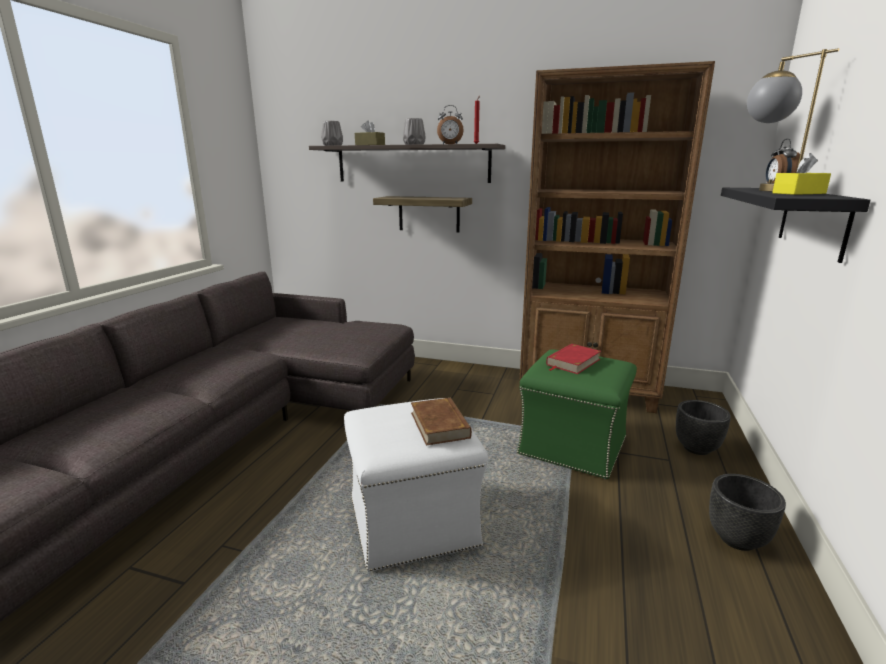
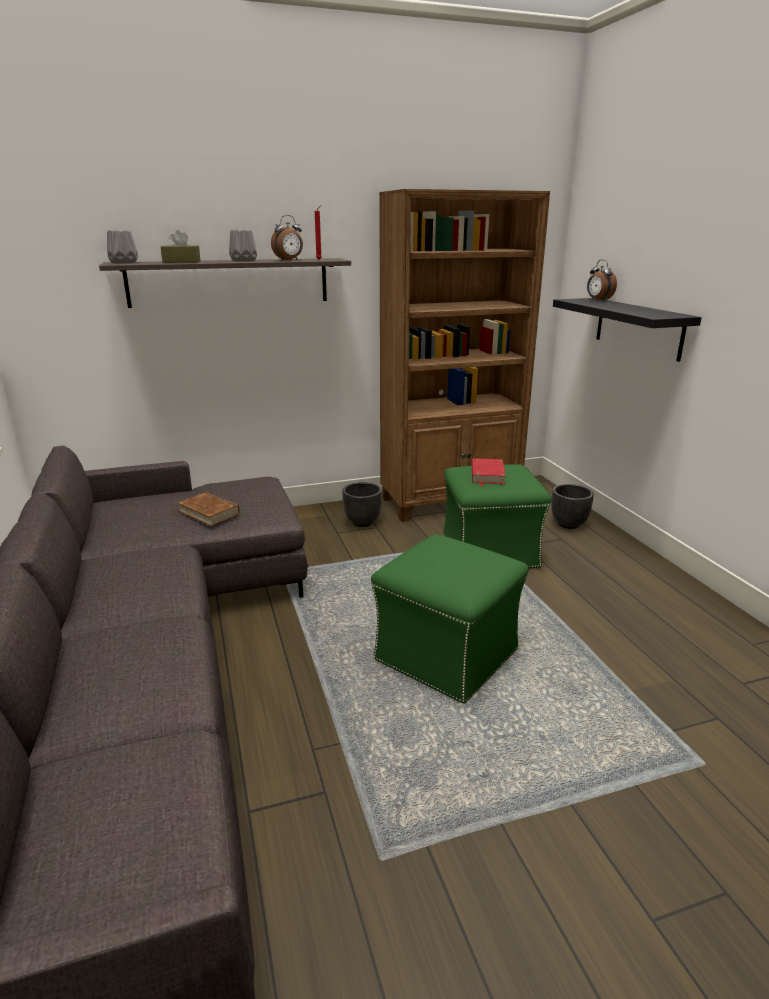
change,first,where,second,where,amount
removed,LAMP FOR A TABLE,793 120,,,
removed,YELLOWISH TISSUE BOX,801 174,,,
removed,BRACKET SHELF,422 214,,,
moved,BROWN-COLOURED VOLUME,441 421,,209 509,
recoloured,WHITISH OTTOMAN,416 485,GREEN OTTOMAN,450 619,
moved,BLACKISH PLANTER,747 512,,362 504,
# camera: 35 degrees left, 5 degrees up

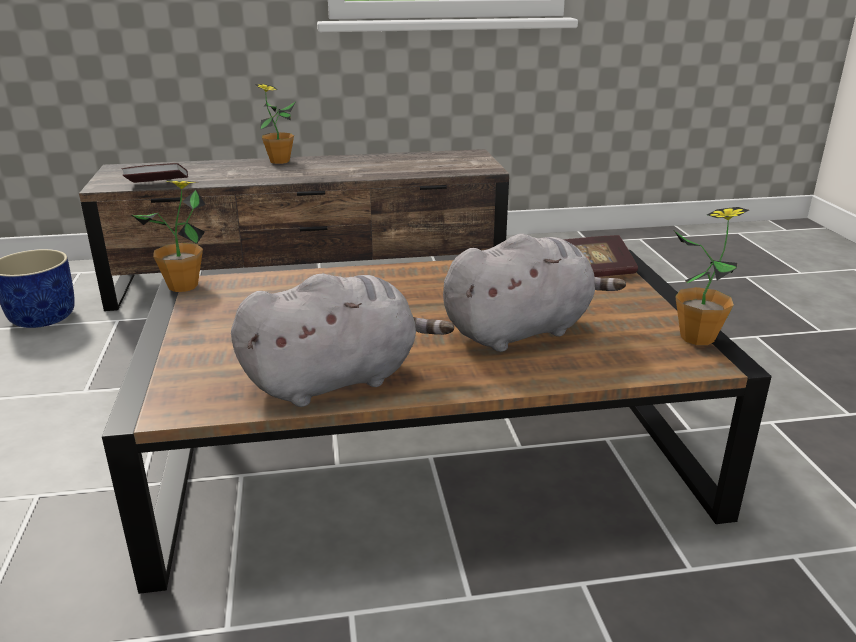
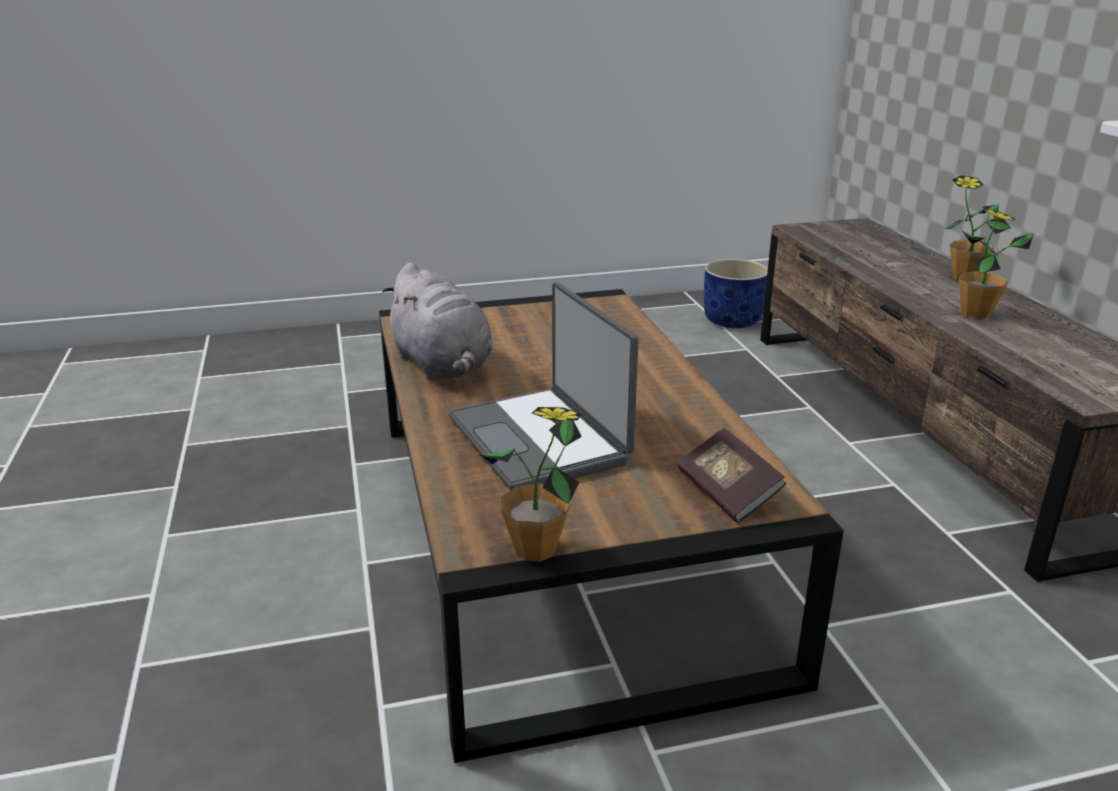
change,first,where,second,where,amount
removed,VOLUME,154 173,,,
moved,POTTED PLANT,169 236,,996 263,
replaced,GRAY PLUSH TOY,534 293,LAPTOP,544 386,
# camera: 85 degrees right, 0 degrees up

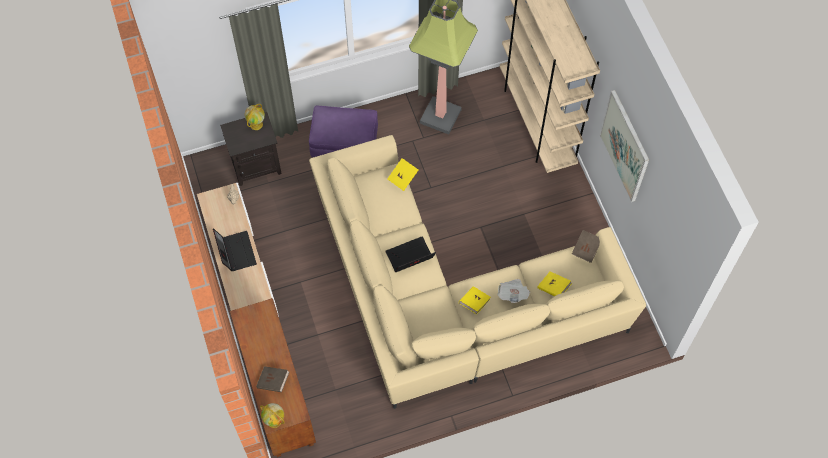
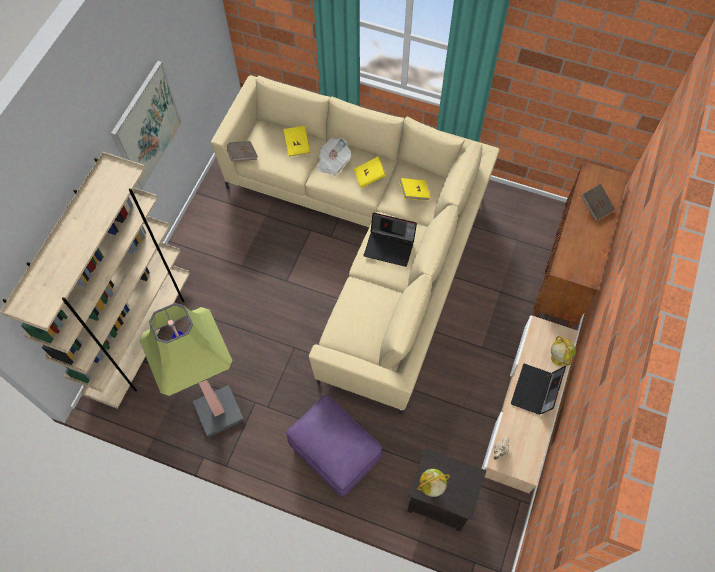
change,first,where,second,where,amount
moved,YELLOWISH VOLUME,402 174,,415 189,
moved,WORLD GLOBE,272 415,,563 351,
# camera: 140 degrees left, 0 degrees up

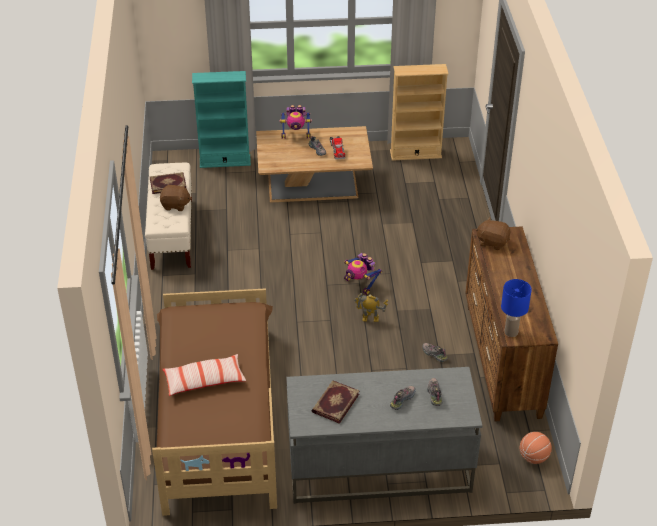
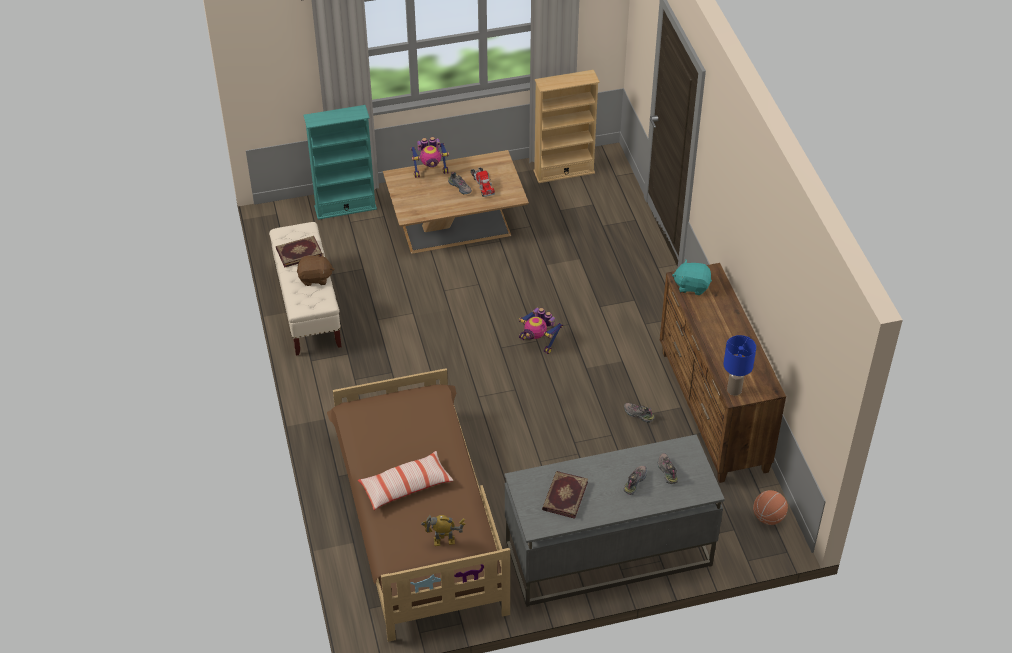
change,first,where,second,where,amount
recoloured,BROWN-COLOURED PLUSH TOY,492 233,TURQUOISE-COLOURED PLUSH TOY,692 277,
moved,MODEL ROBOT,371 307,,443 530,
# camera: 10 degrees left, 5 degrees up

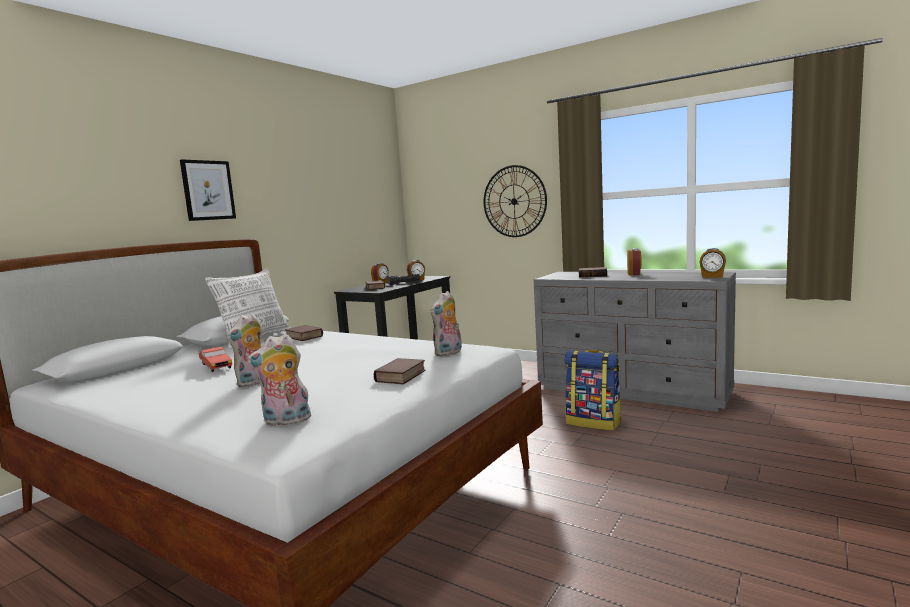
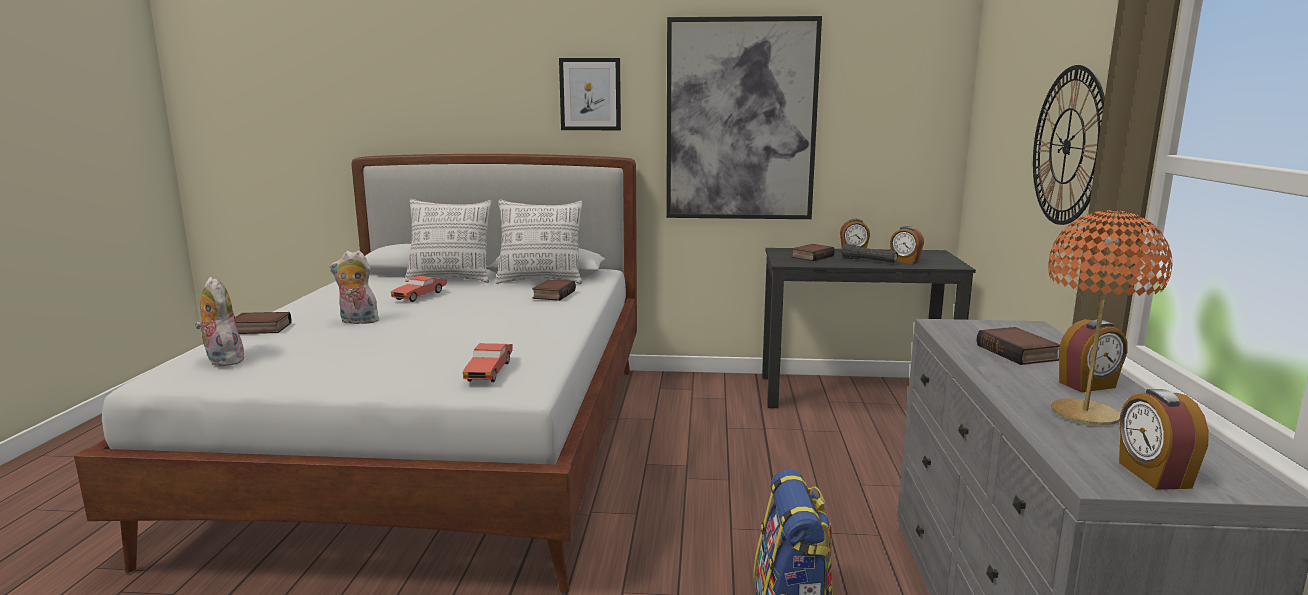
change,first,where,second,where,amount
replaced,PLUSH TOY,446 323,RED MINIATURE CAR,488 362,
moved,VOLUME,400 371,,263 323,
added,,,WALL ART,744 117,
added,,,THROW PILLOW,448 241,
added,,,ORANGE-COLOURED LAMP FOR A TABLE,1110 317,
# camera: 60 degrees right, 5 degrees up

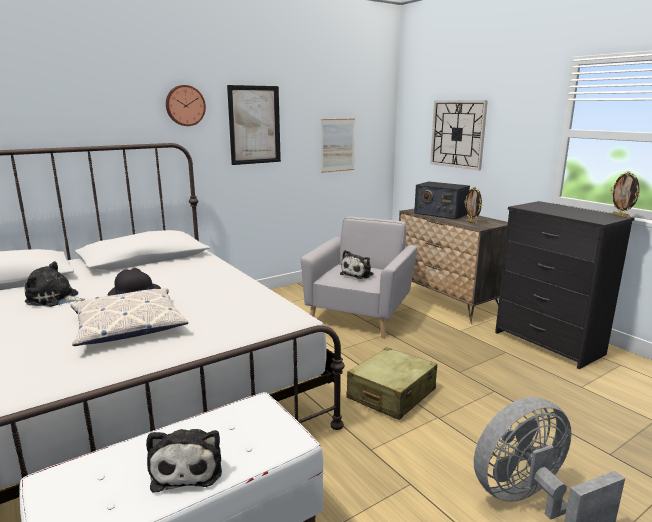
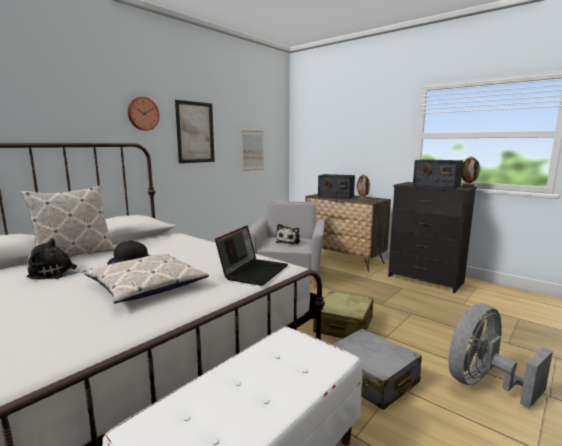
change,first,where,second,where,amount
removed,HANGING CLOCK,459 135,,,
removed,PLUSH TOY,184 461,,,
added,,,RADIO,438 174,
added,,,THROW PILLOW,67 221,
added,,,LAPTOP,251 256,
added,,,GRAY TRAVEL CASE,377 369,
# camera: 15 degrees left, 5 degrees down

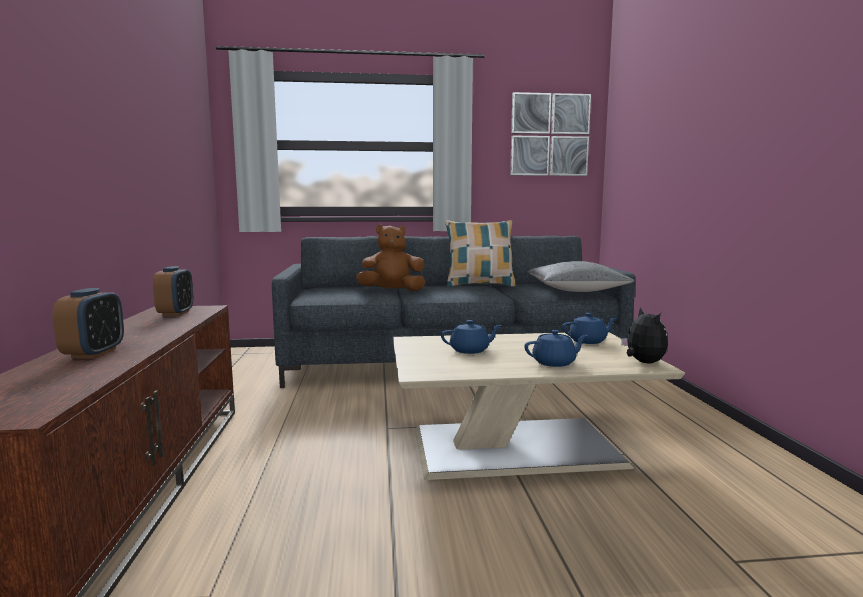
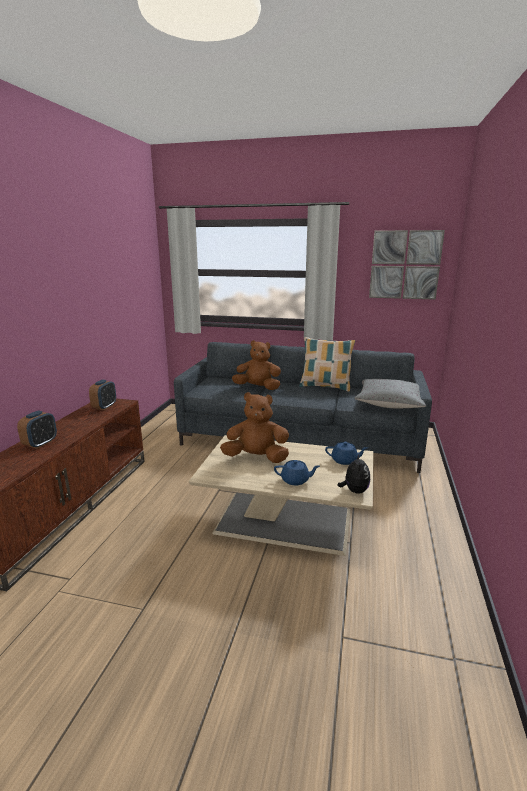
change,first,where,second,where,amount
replaced,BLUE-COLOURED TEAPOT,471 337,BROWN-COLOURED PLUSH TOY,254 427,
# camera: 20 degrees right, 10 degrees up

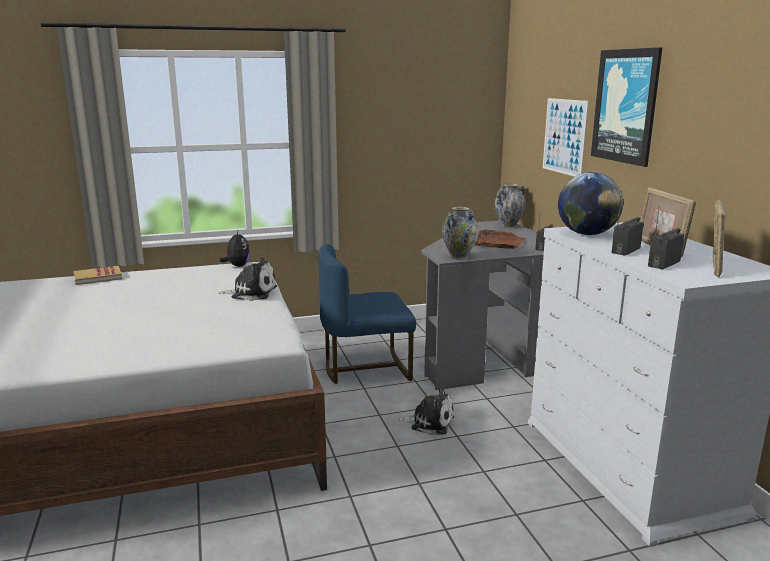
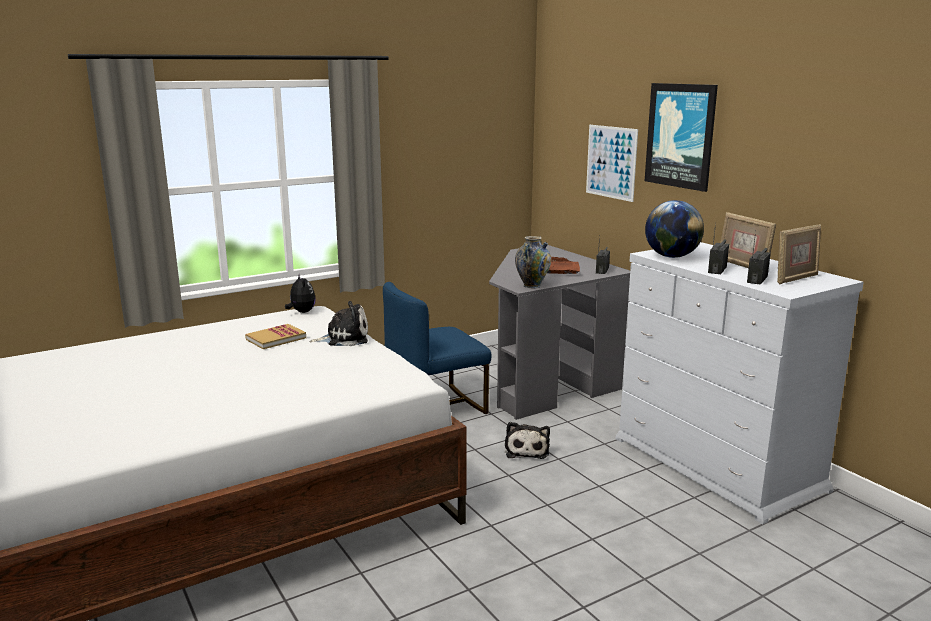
change,first,where,second,where,amount
removed,VASE,510 206,,,
turned,STANDING FRAME,719 238,,799 254,45 degrees clockwise
moved,VOLUME,98 275,,275 336,
turned,PLUSH TOY,426 411,,527 440,90 degrees clockwise
# camera: 15 degrees left, 0 degrees up

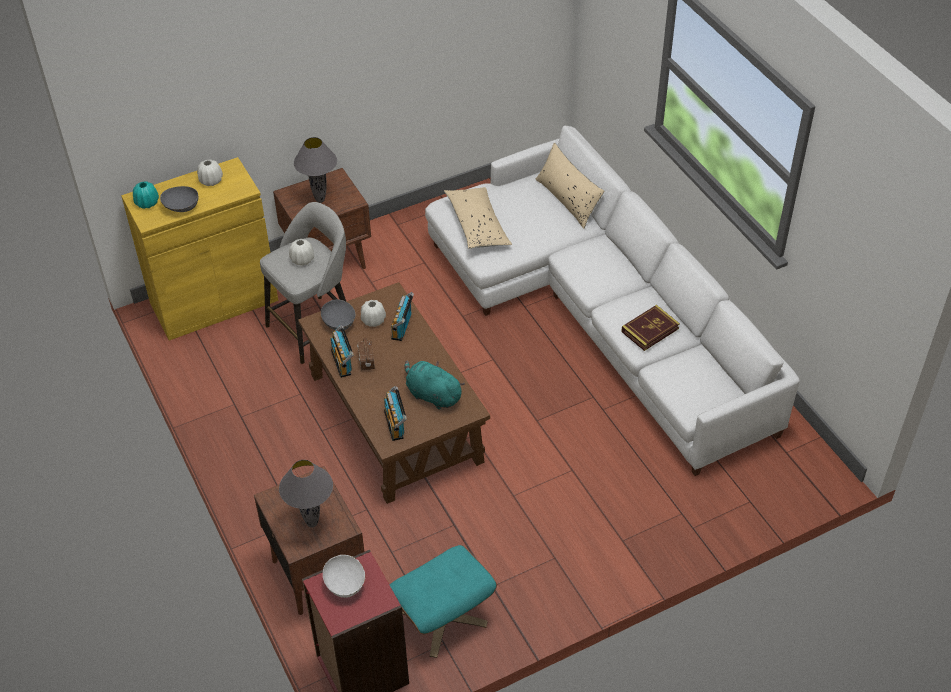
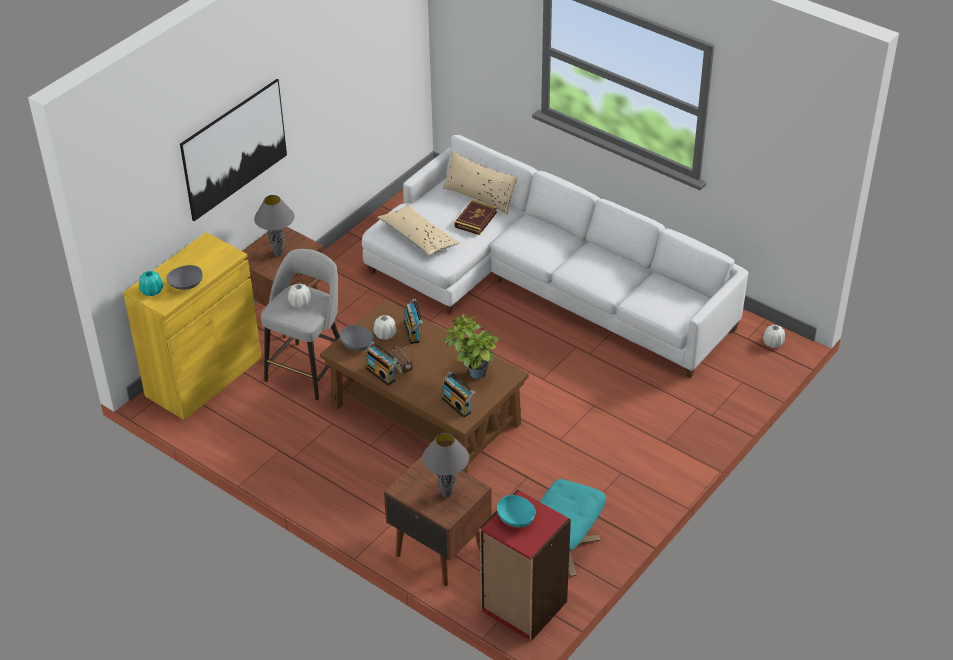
change,first,where,second,where,amount
moved,WHITISH VASE,210 173,,774 336,
moved,VOLUME,650 328,,476 217,
replaced,TURQUOISE-COLOURED PLUSH TOY,435 385,POTTED PLANT,471 346,
recoloured,WHITISH SERVING BOWL,344 576,TURQUOISE-COLOURED SERVING BOWL,516 511,
added,,,WALL ART,233 150,
# camera: 25 degrees left, 5 degrees down

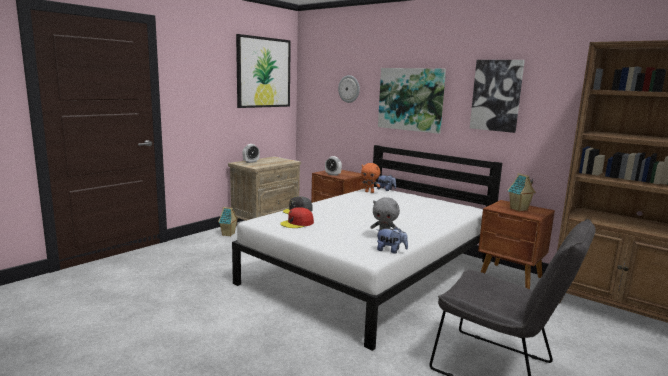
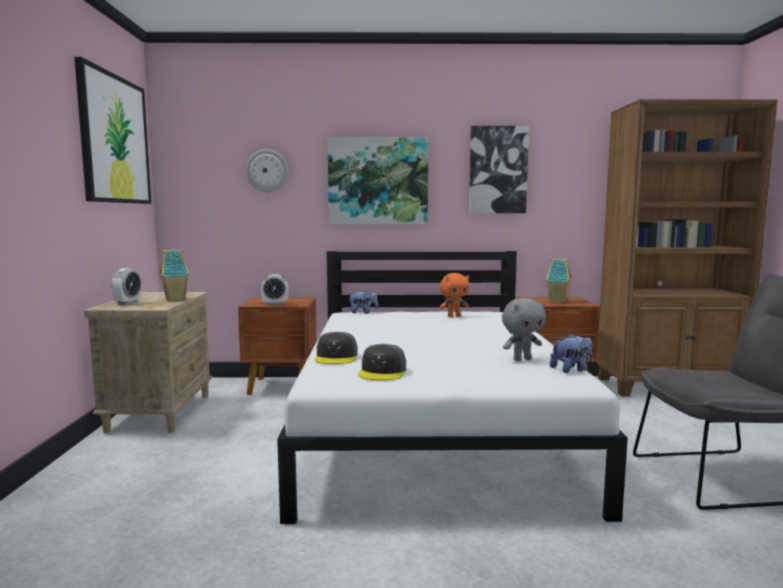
change,first,where,second,where,amount
moved,ORANGE-COLOURED PLUSH TOY,370 178,,454 295,
moved,MINIATURE HOUSE,228 222,,174 275,
recoloured,RED CAP,297 217,GRAY CAP,382 362,
# camera: 40 degrees left, 5 degrees down

